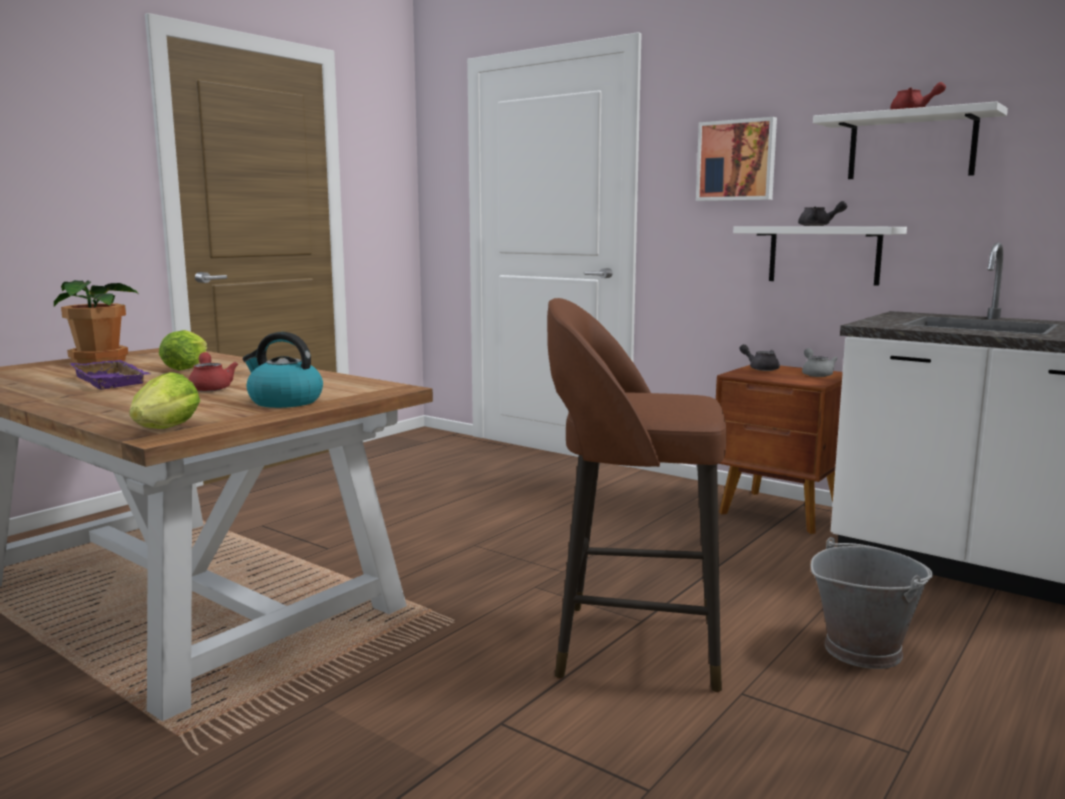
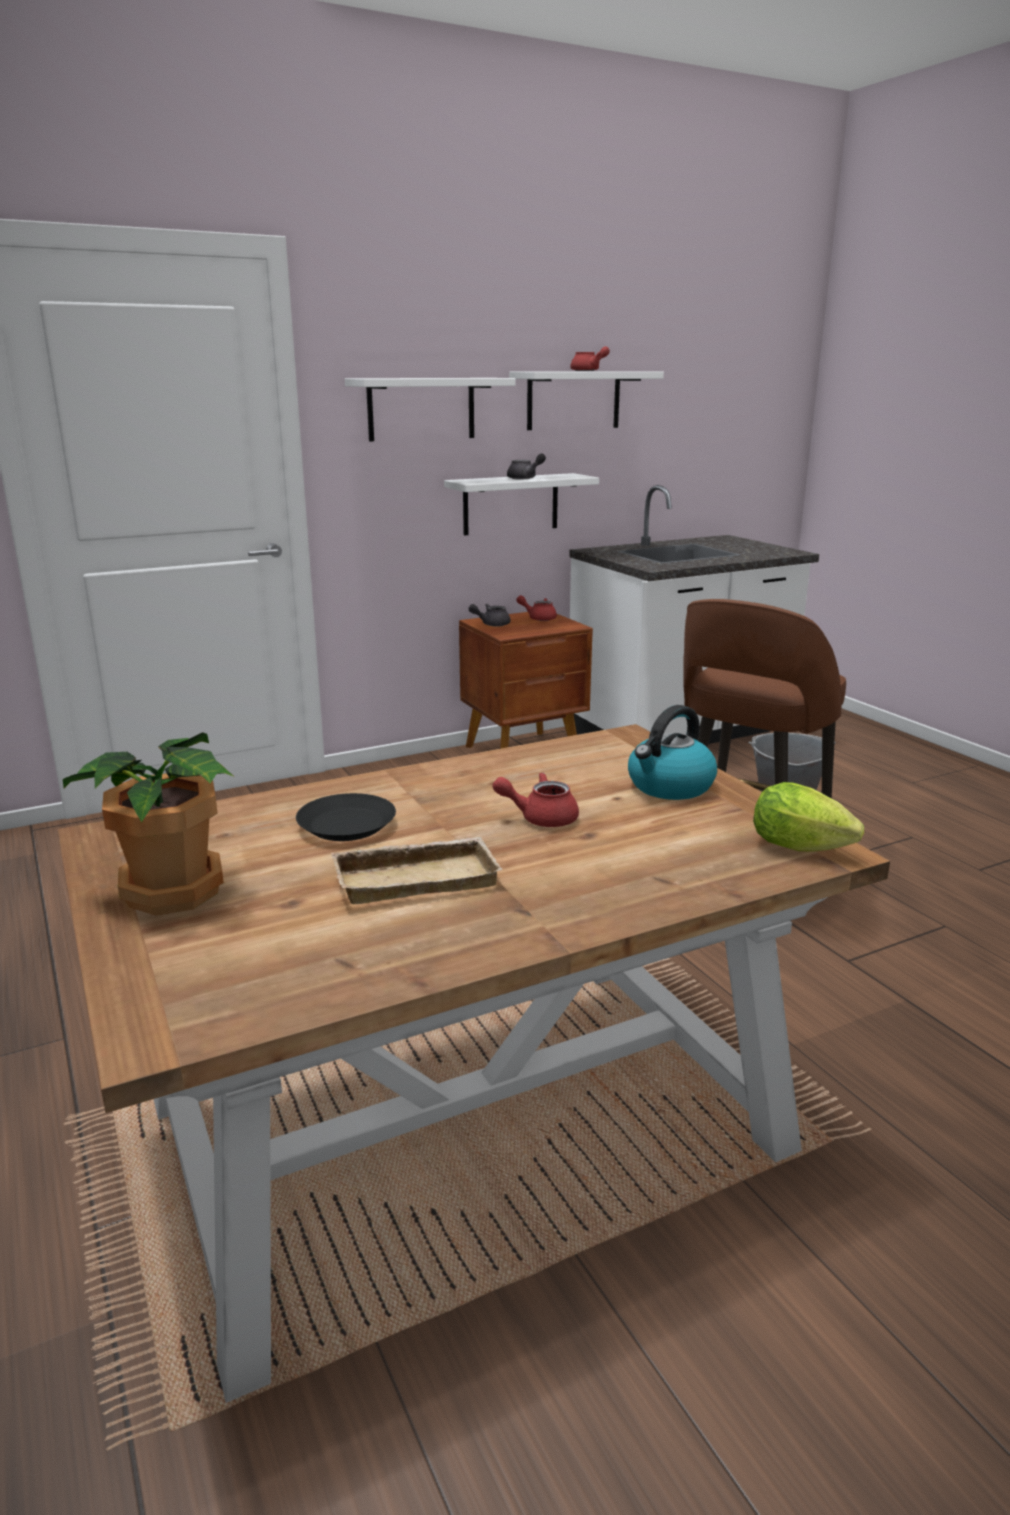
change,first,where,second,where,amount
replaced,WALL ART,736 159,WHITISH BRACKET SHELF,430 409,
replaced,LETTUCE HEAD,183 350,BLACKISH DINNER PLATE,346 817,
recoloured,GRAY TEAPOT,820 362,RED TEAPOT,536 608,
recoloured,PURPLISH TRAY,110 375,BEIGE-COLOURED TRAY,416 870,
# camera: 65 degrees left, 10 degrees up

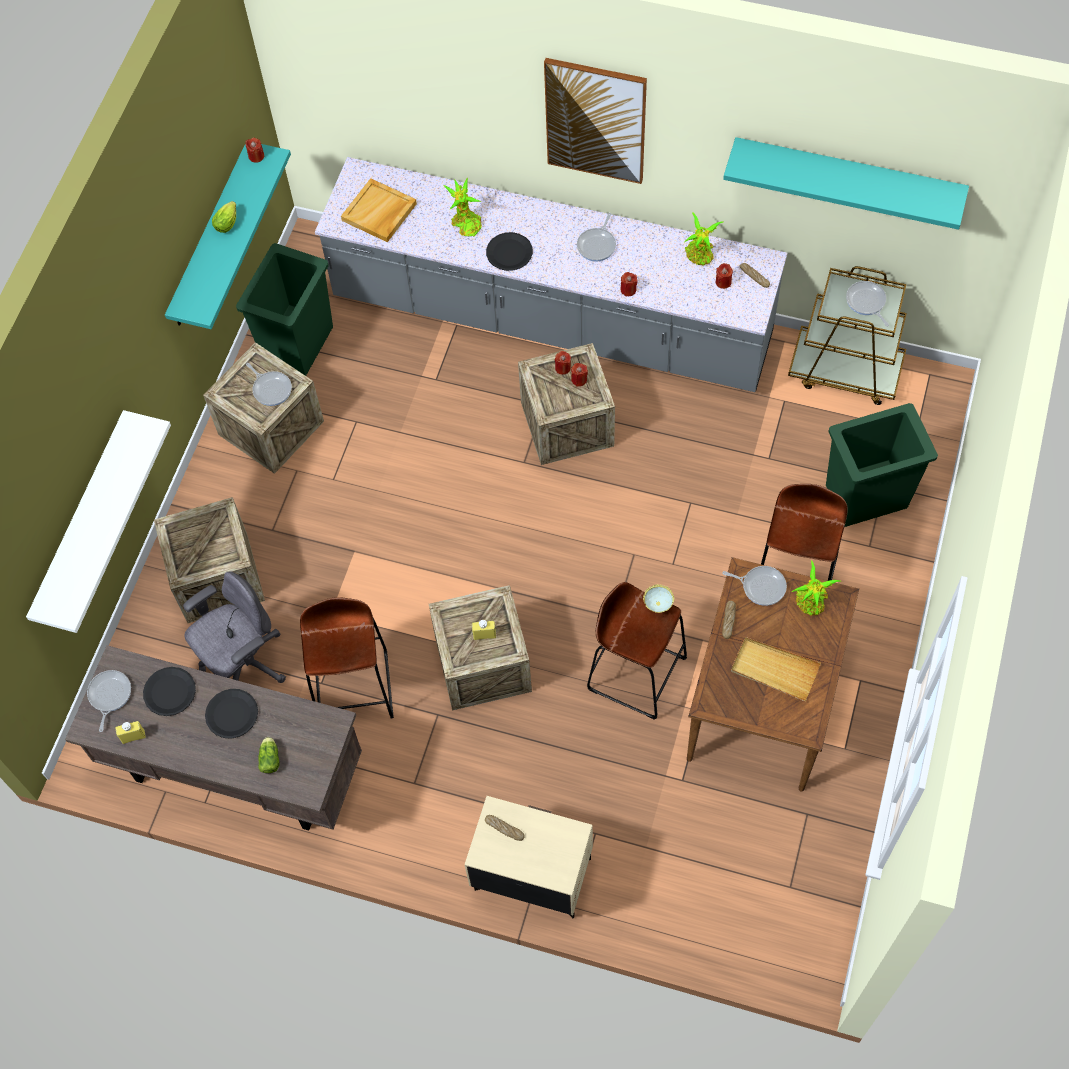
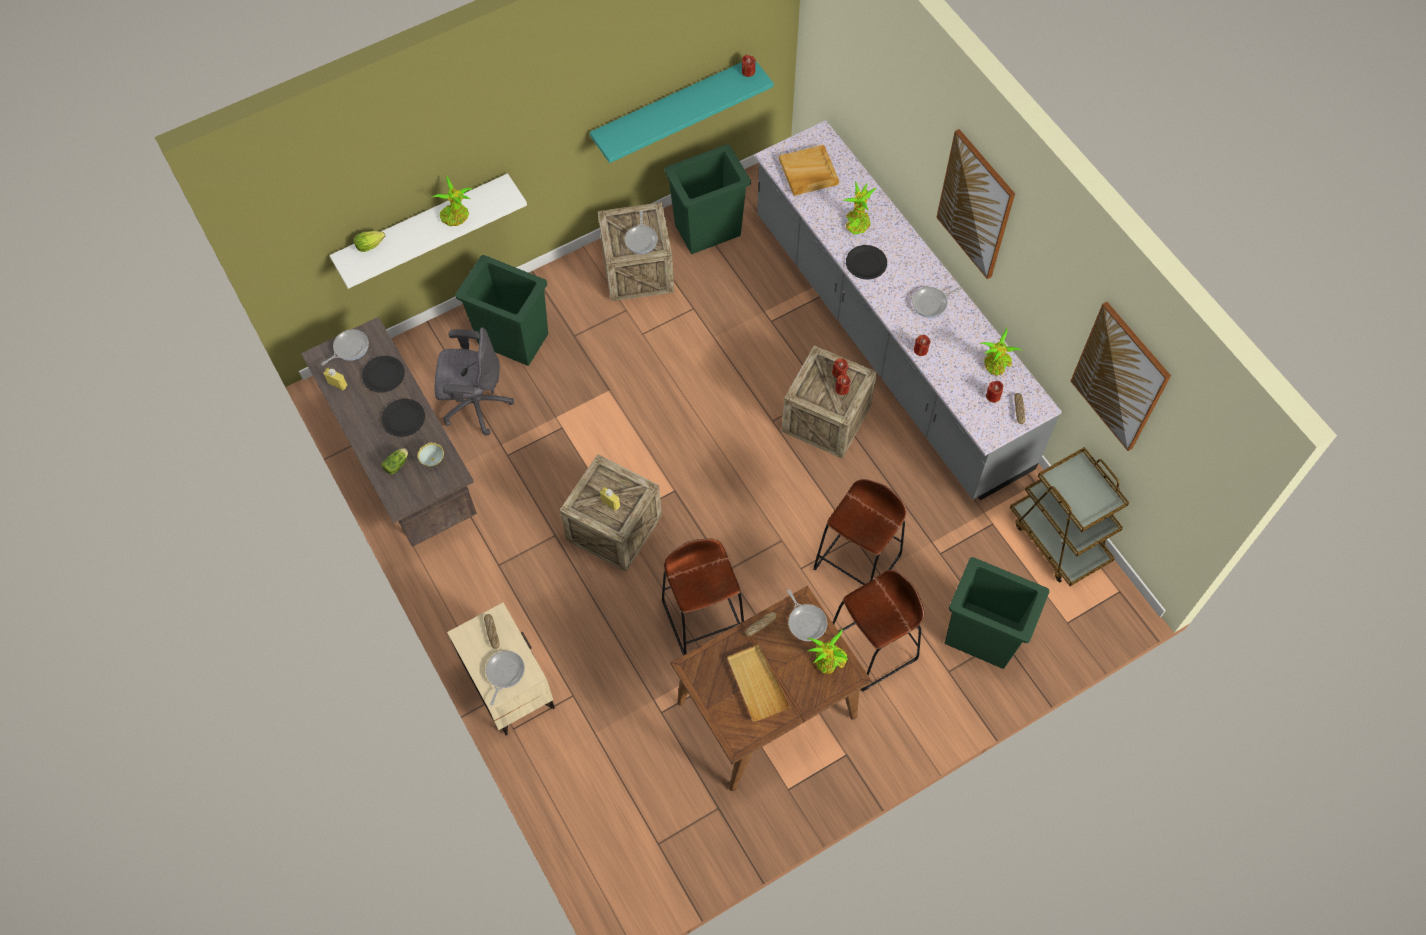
change,first,where,second,where,amount
replaced,TURQUOISE-COLOURED BRACKET SHELF,846 183,WALL ART,1120 376,
moved,LETTUCE HEAD,224 217,,369 241,
moved,SKILLET,867 304,,505 678,
replaced,PACKING CRATE,209 560,GREEN TRASH CAN,501 310,
moved,SERVING BOWL,658 598,,430 454,
moved,BROWN-COLOURED SITTING STOOL,347 657,,860 532,
added,,,POTTED PLANT,453 201,
# camera: 40 degrees right, 0 degrees up

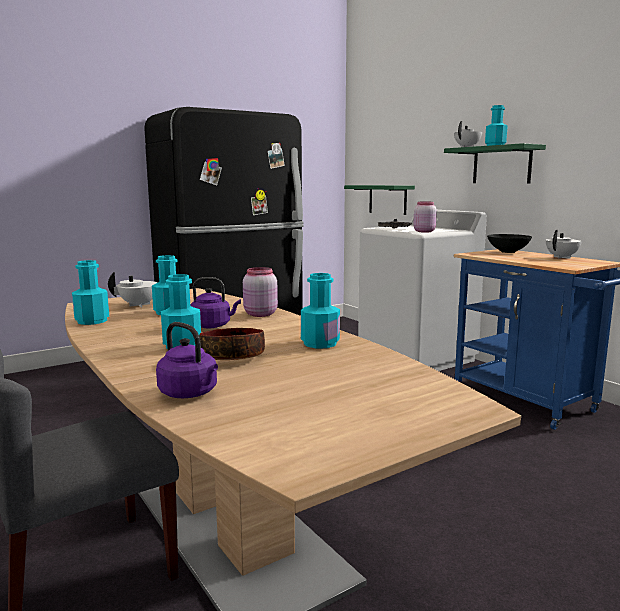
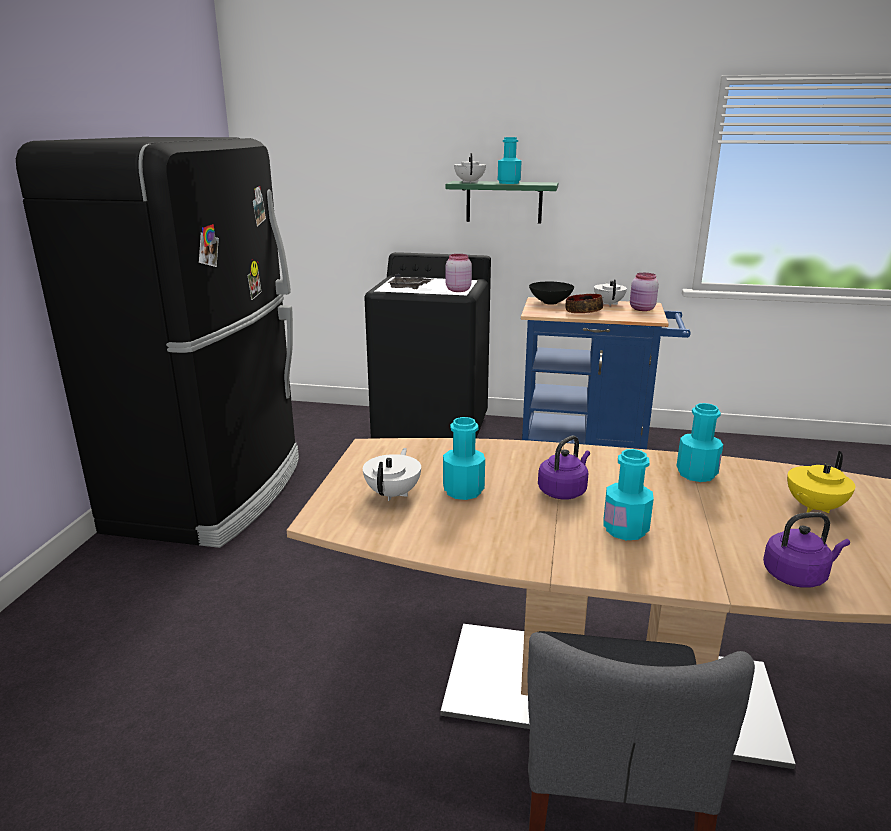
change,first,where,second,where,amount
removed,GREEN BRACKET SHELF,379 200,,,
recoloured,WHITISH WASHING MACHINE,422 290,BLACKISH WASHING MACHINE,427 345,
removed,TURQUOISE-COLOURED BOTTLE,90 292,,,
moved,PINK STORAGE JAR,260 292,,644 292,
moved,SERVING BOWL,232 344,,584 304,
added,,,YELLOWISH TEAPOT,821 482,
# camera: 45 degrees left, 10 degrees up

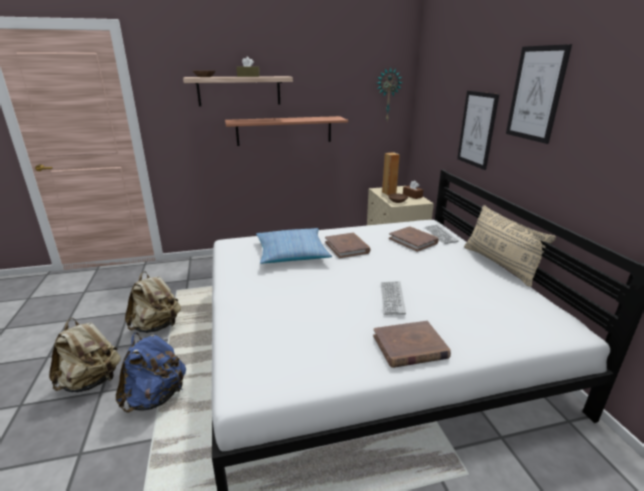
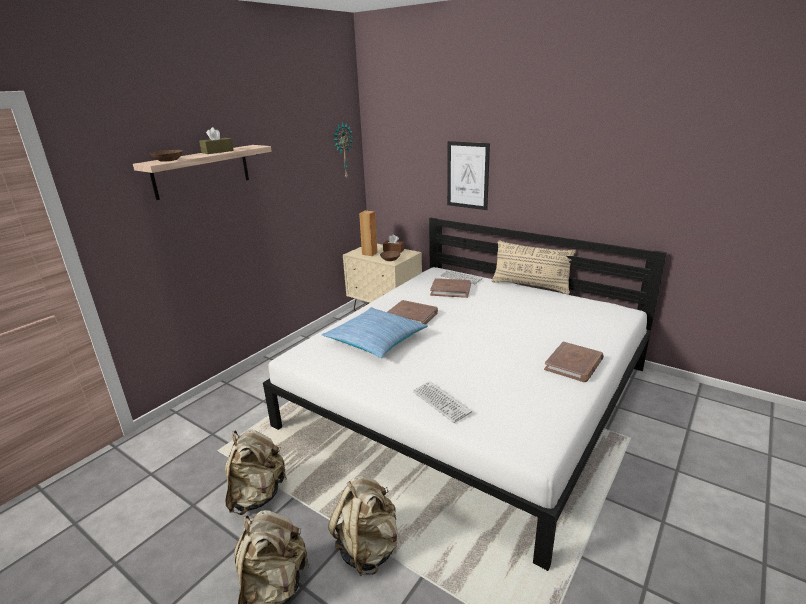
change,first,where,second,where,amount
removed,WALL ART,539 94,,,
removed,BRACKET SHELF,286 131,,,
moved,COMPUTER KEYBOARD,393 298,,442 402,
recoloured,BLUE-COLOURED KNAPSACK,151 372,BEIGE-COLOURED KNAPSACK,363 526,
# camera: 40 degrees left, 0 degrees up

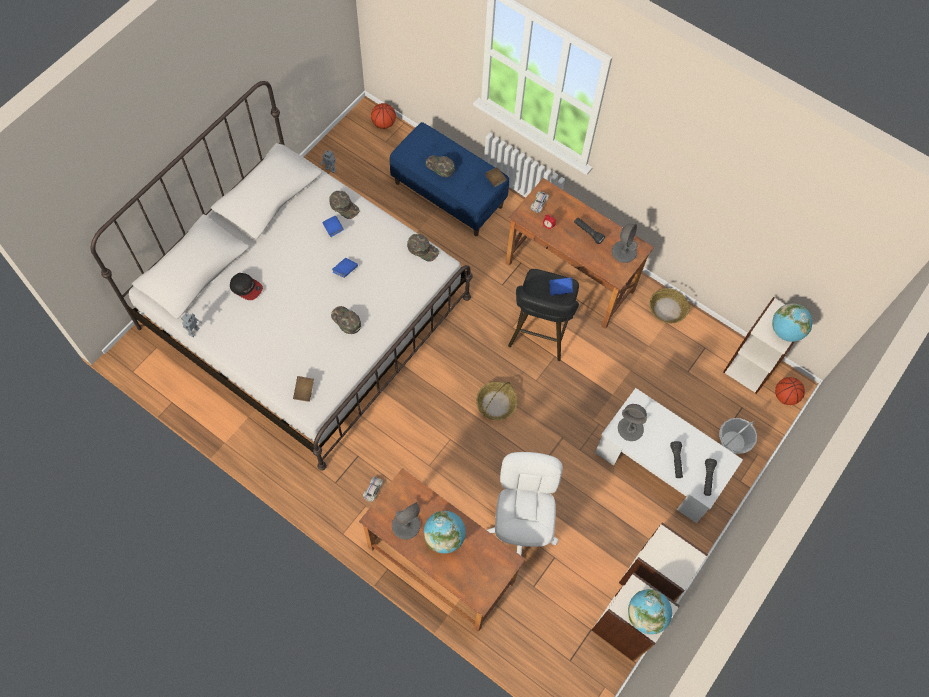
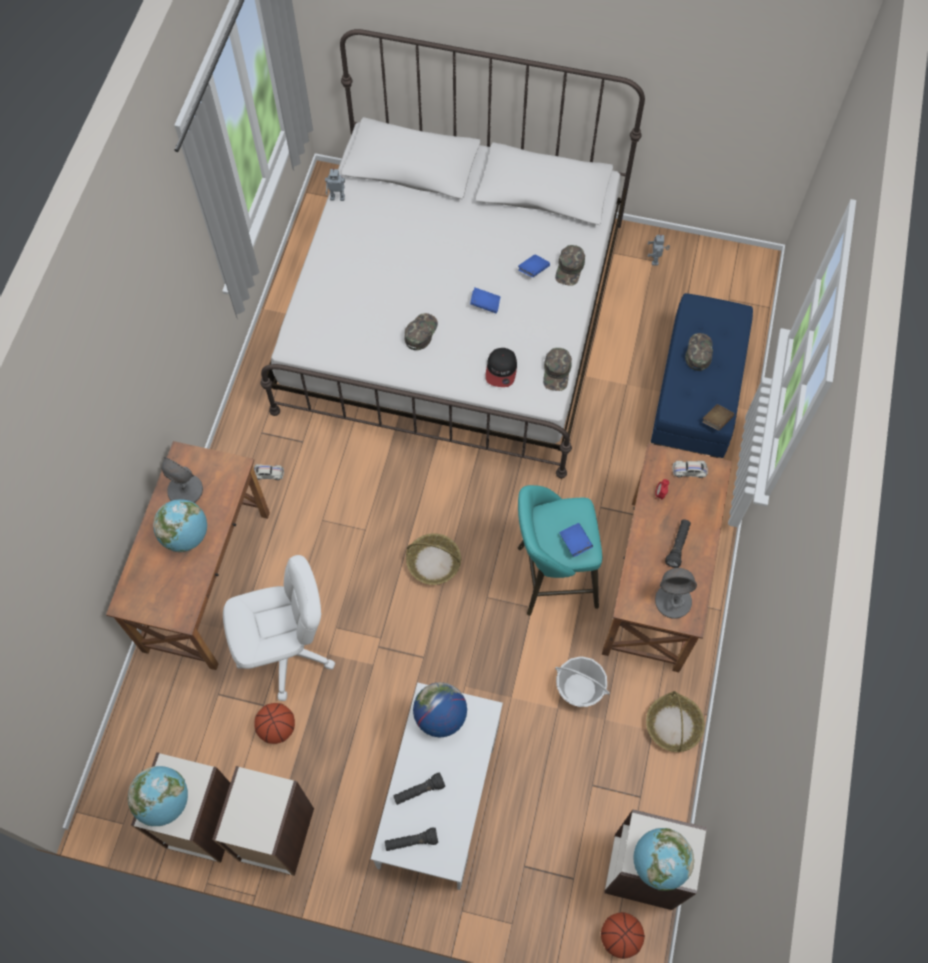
change,first,where,second,where,amount
moved,BALL FOR BASKETBALL,383 116,,274 723,
recoloured,BLACKISH SITTING STOOL,543 315,TURQUOISE-COLOURED SITTING STOOL,560 550,
moved,CAP,246 286,,501 367,
removed,BROWN-COLOURED VOLUME,303 389,,,
replaced,GRAY LAMP FOR A TABLE,632 422,WORLD GLOBE,440 710,
moved,BASKET,738 436,,582 681,
# camera: 70 degrees right, 0 degrees up

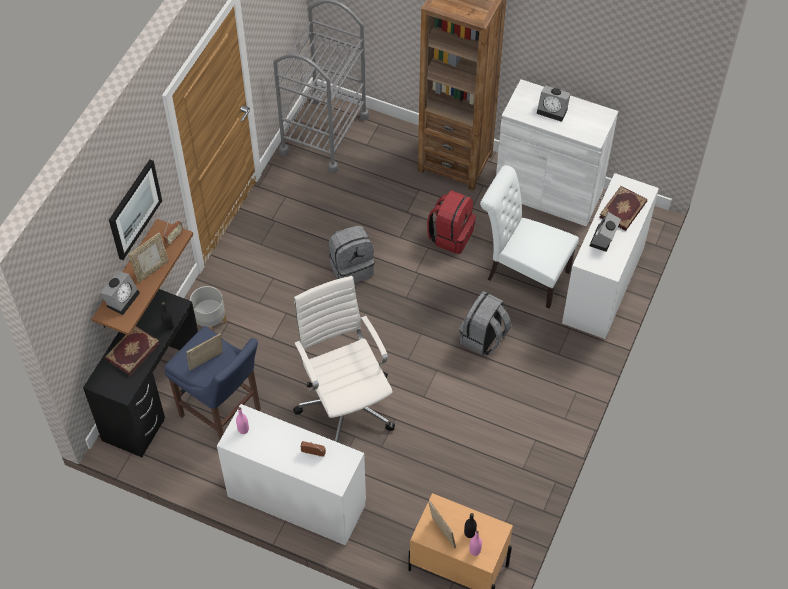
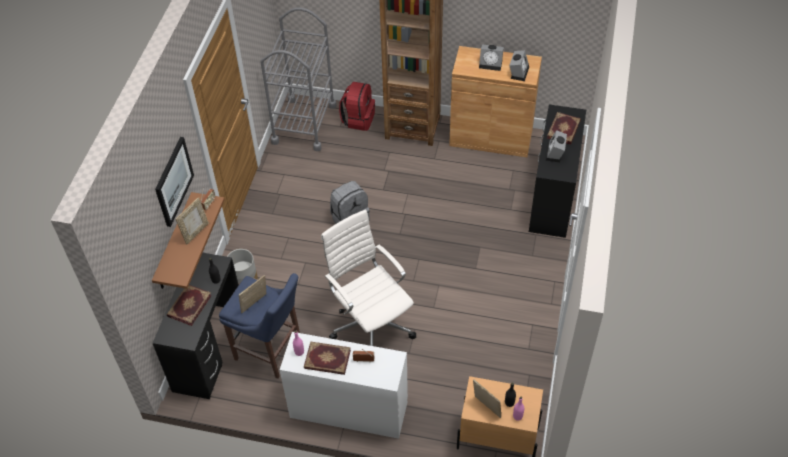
change,first,where,second,where,amount
recoloured,WHITISH STORAGE CABINET,557 153,BROWN-COLOURED STORAGE CABINET,495 101,
removed,WHITISH PLAIN CHAIR,529 237,,,
recoloured,WHITISH DESK TABLE,610 256,BLACKISH DESK TABLE,557 171,
moved,RED KNAPSACK,451 222,,357 106,
moved,BEDSIDE CLOCK,120 293,,519 65,
removed,GRAY KNAPSACK,485 323,,,
added,,,VOLUME,327 358,
# camera: 10 degrees left, 5 degrees down

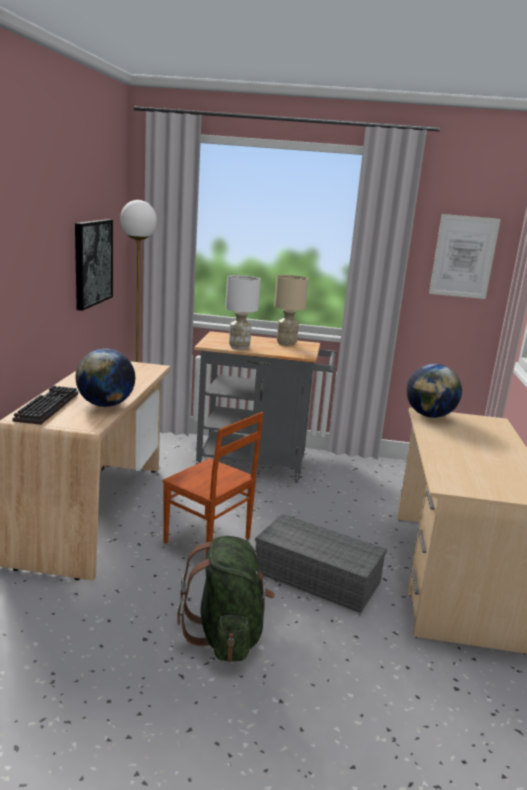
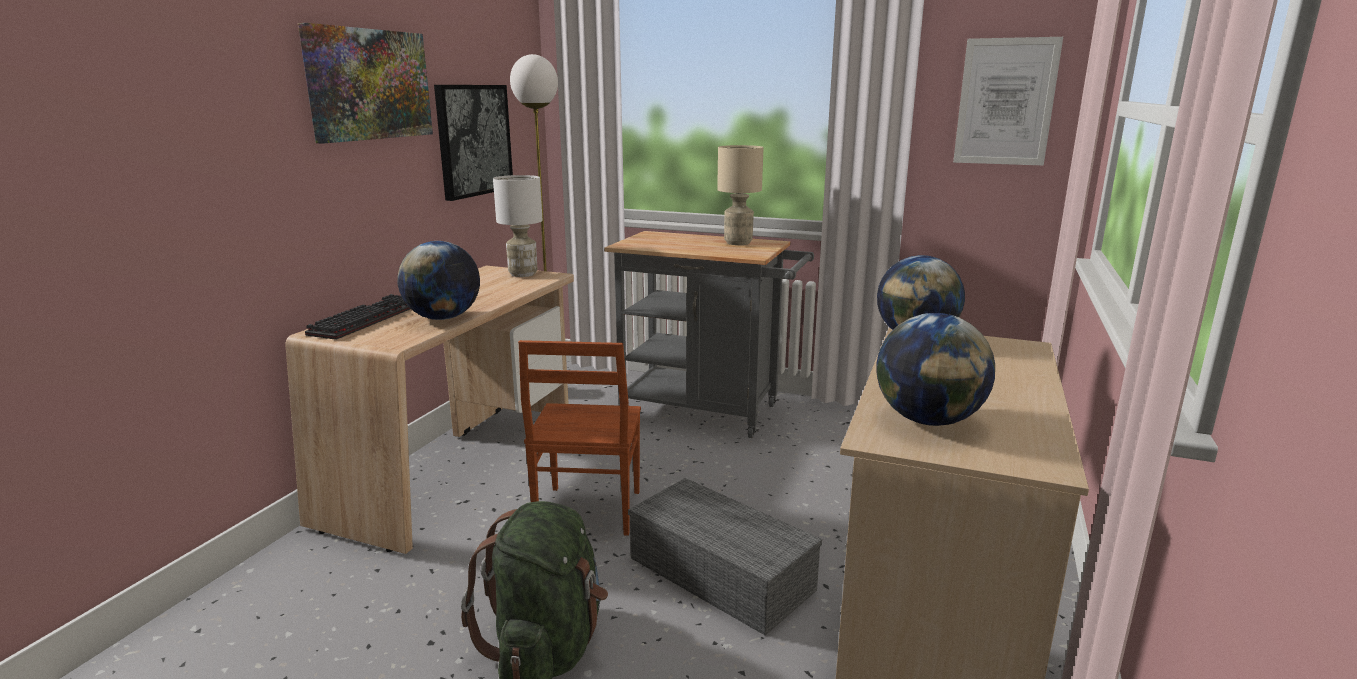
change,first,where,second,where,amount
moved,WHITISH LAMP FOR A TABLE,243 312,,517 226,
turned,BROWN-COLOURED PLAIN CHAIR,213 483,,579 438,45 degrees clockwise
added,,,WALL ART,365 83,
added,,,WORLD GLOBE,935 369,
# camera: 15 degrees right, 0 degrees up

